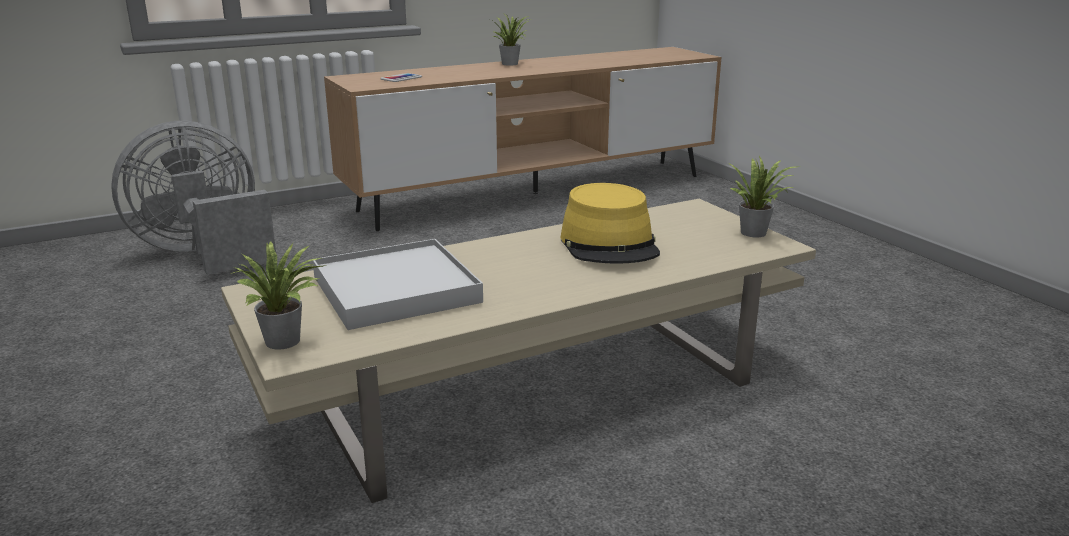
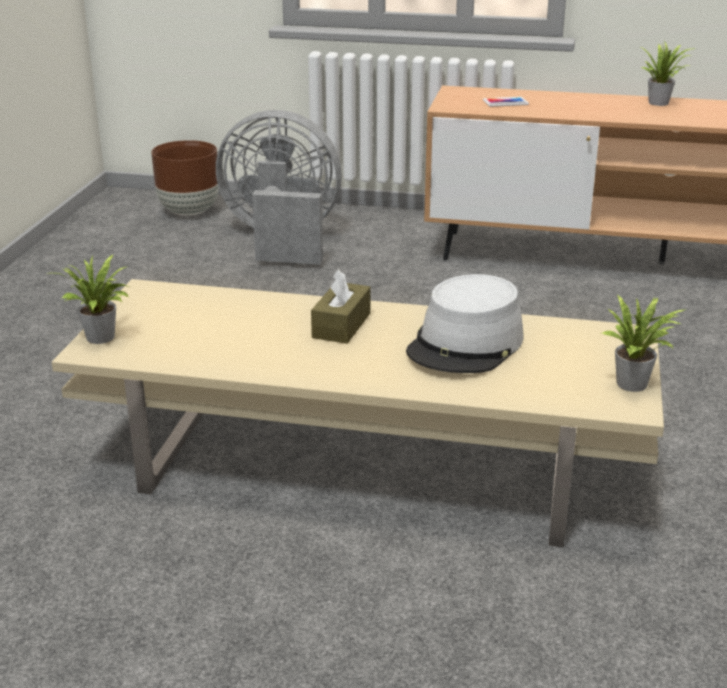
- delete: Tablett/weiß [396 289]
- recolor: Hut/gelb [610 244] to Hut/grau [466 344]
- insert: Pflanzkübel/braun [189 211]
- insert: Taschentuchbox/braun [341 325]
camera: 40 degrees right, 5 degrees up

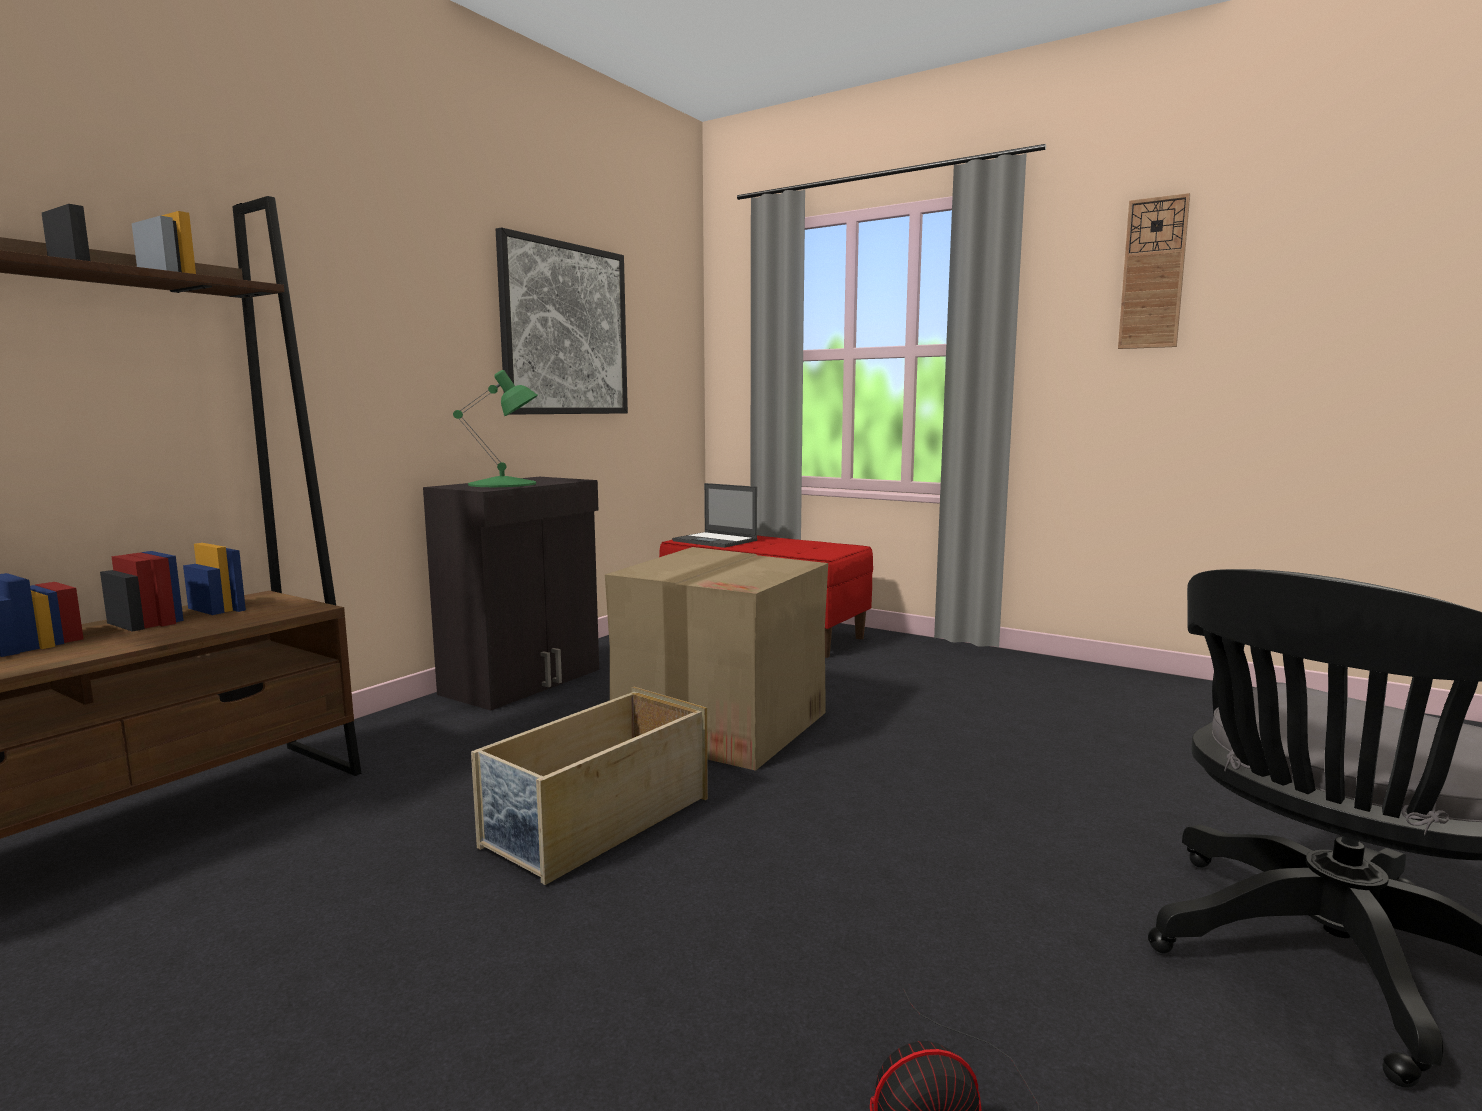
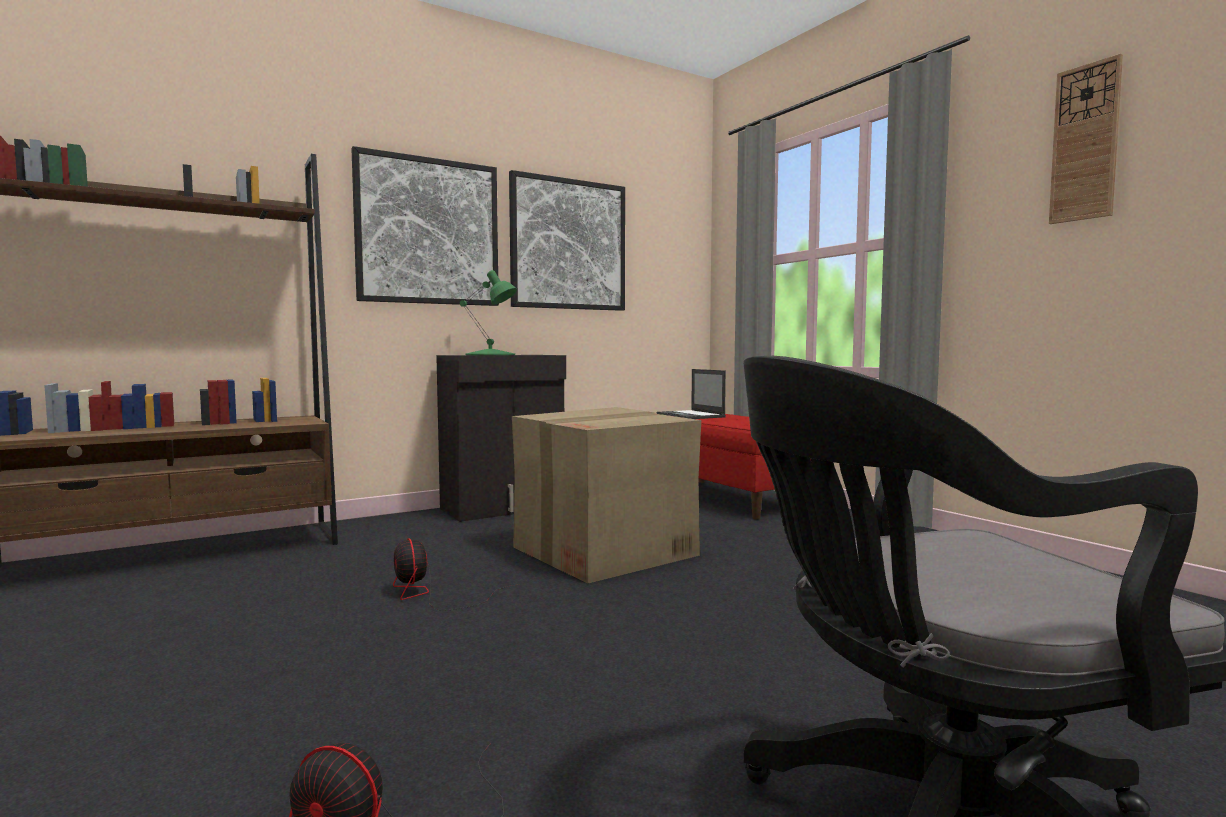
- replace: Aufbewahrungsbox/beige [597 823] to Ventilator [432 595]
- insert: Bild [428 231]
camera: 25 degrees right, 5 degrees down

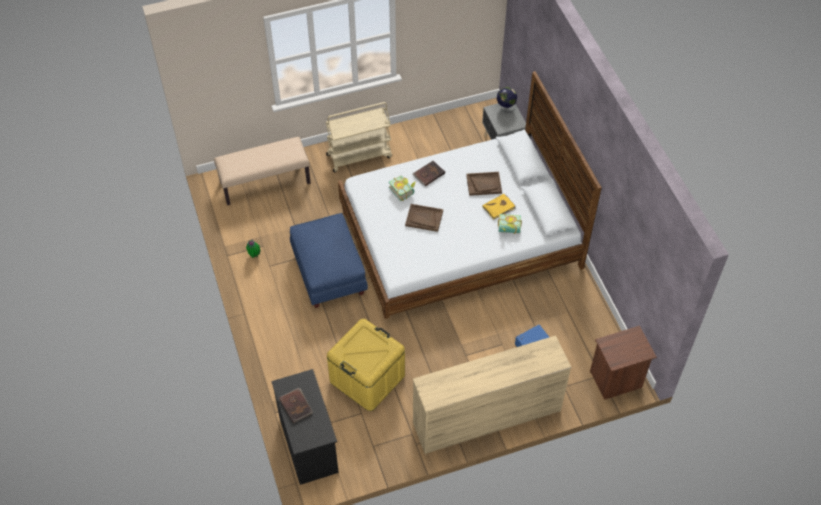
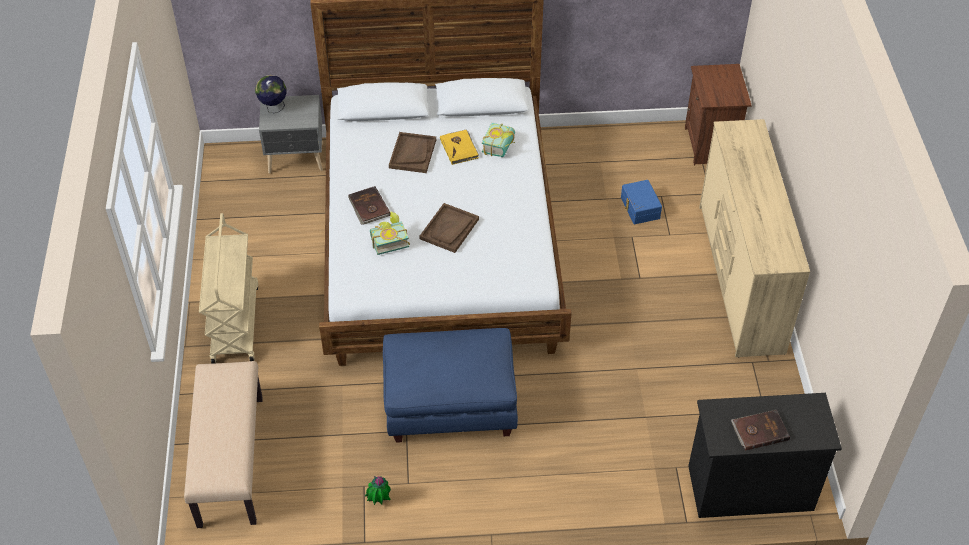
- delete: Aufbewahrungsbox/gelb [367 378]
camera: 75 degrees left, 5 degrees down

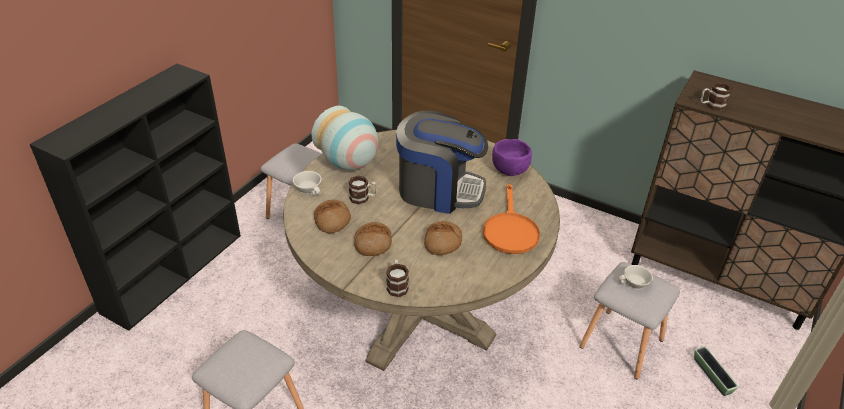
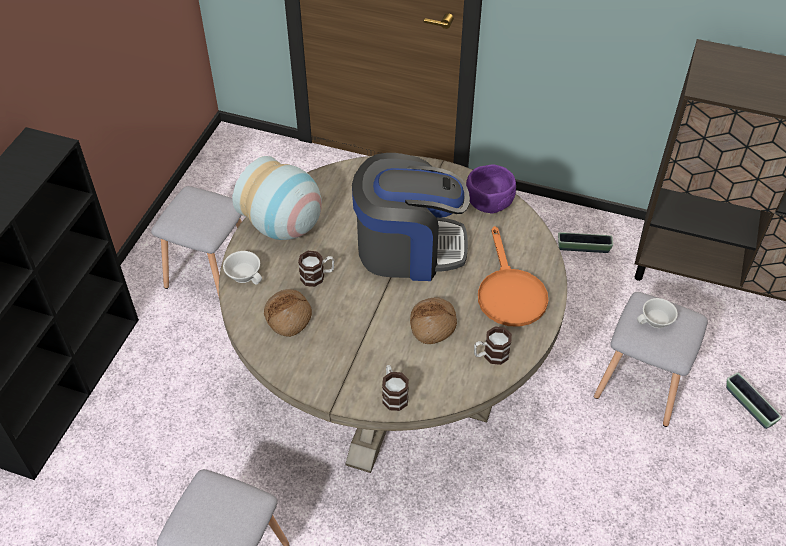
- delete: Brot [373 243]
- move: Henkelbecher [711 105] to [490 355]
- insert: Pflanzkübel [583 248]
camera: 10 degrees left, 10 degrees up

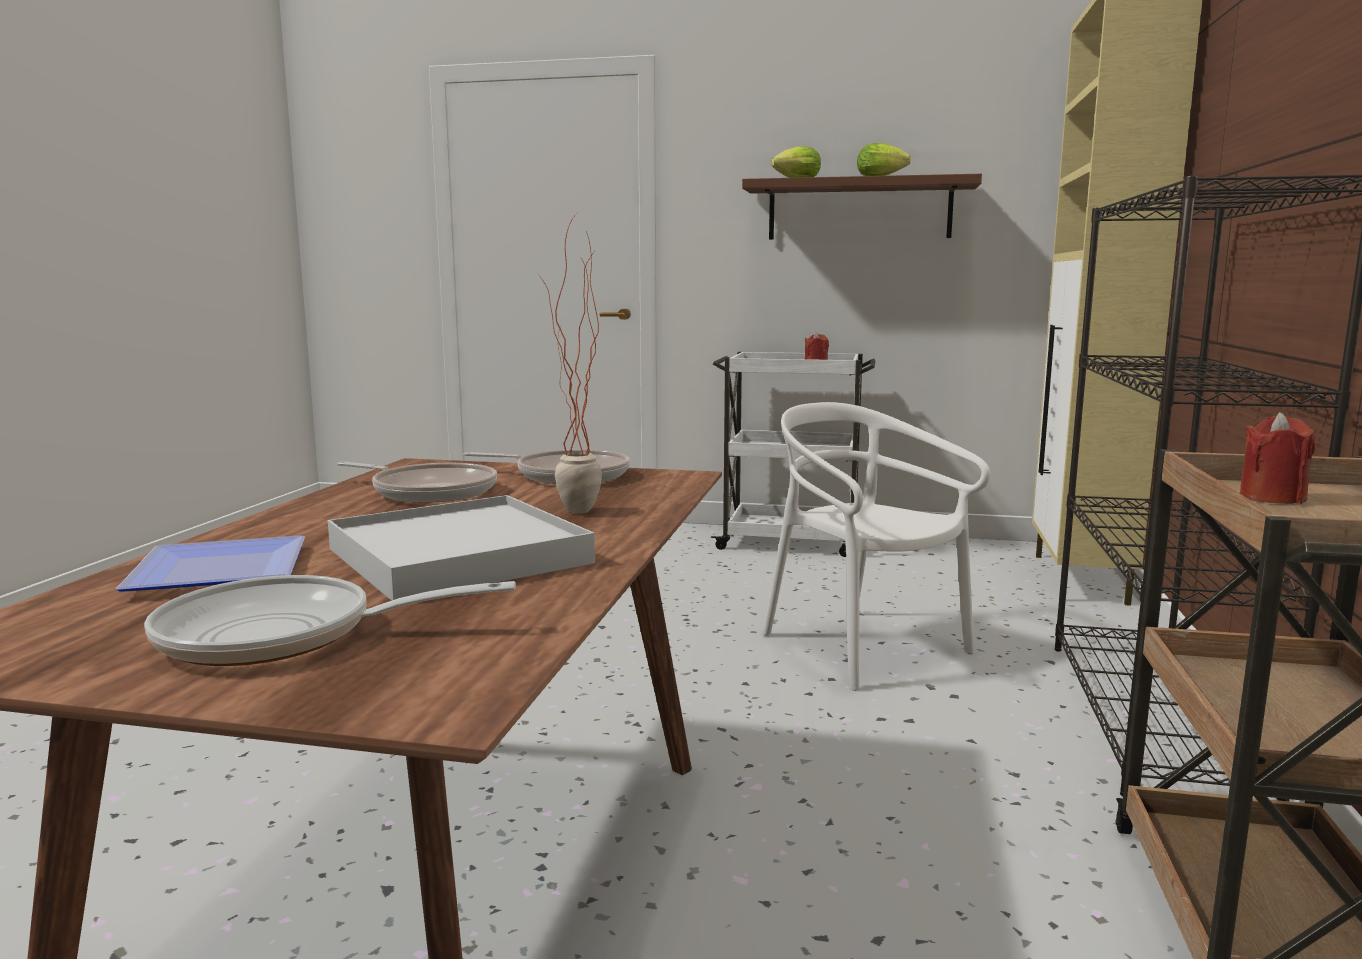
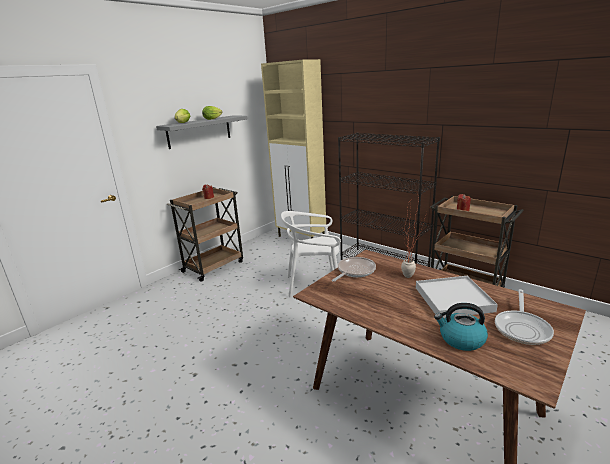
- replace: Teller [213 573] to Wasserkessel [461 339]
- delete: Pfanne [429 491]
- recolor: Rollwagen/weiß [791 542] to Rollwagen/braun [214 266]
- recolor: Wandregal/braun [859 210] to Wandregal/grau [199 131]
camera: 60 degrees left, 10 degrees up

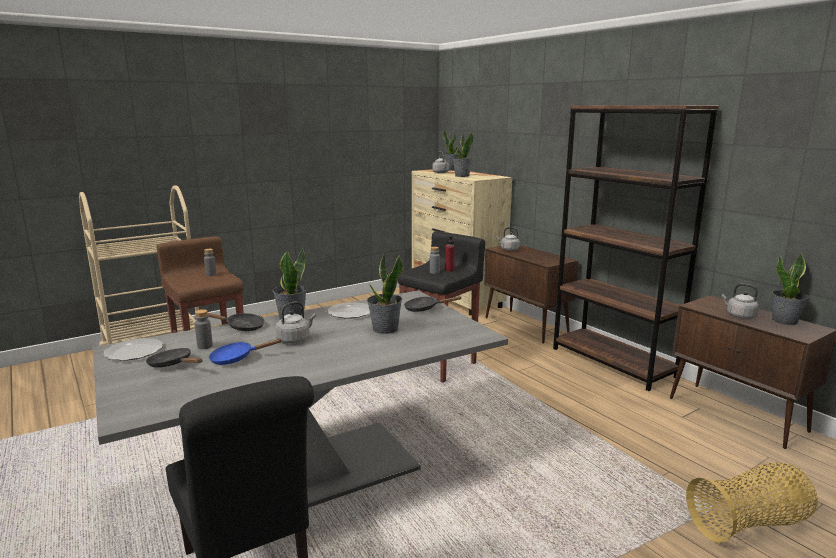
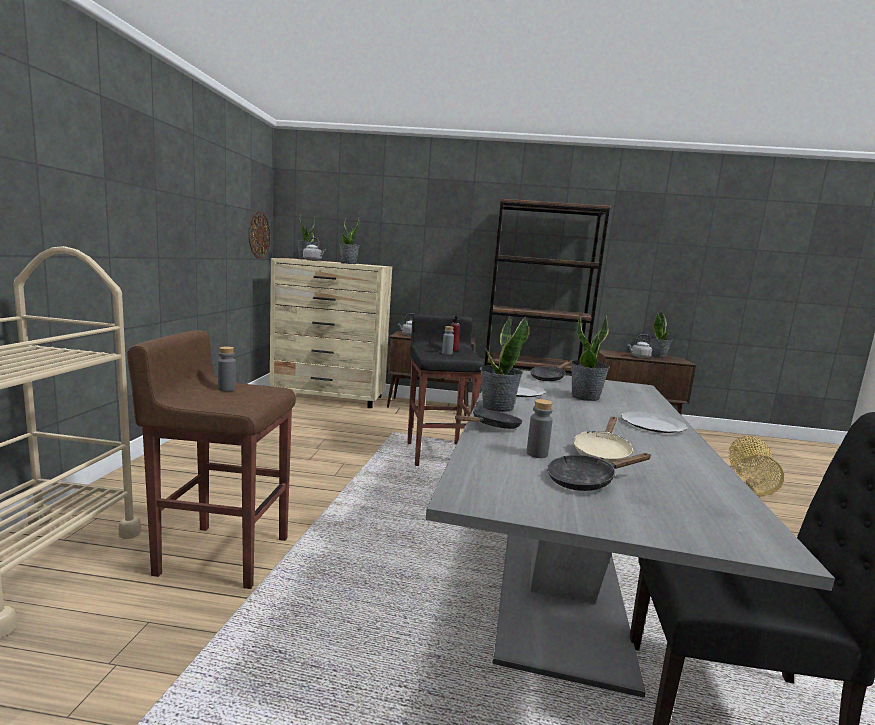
- move: Teller [134 352] to [653 425]
- recolor: Pfanne/blau [236 358] to Pfanne/beige [602 453]
- delete: Wasserkessel/grau [295 339]
- insert: Wanduhr [259 235]
camera: 50 degrees left, 5 degrees down

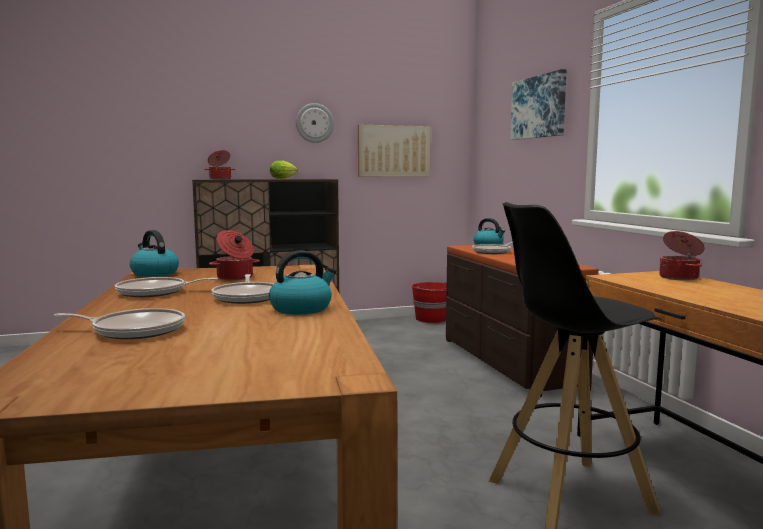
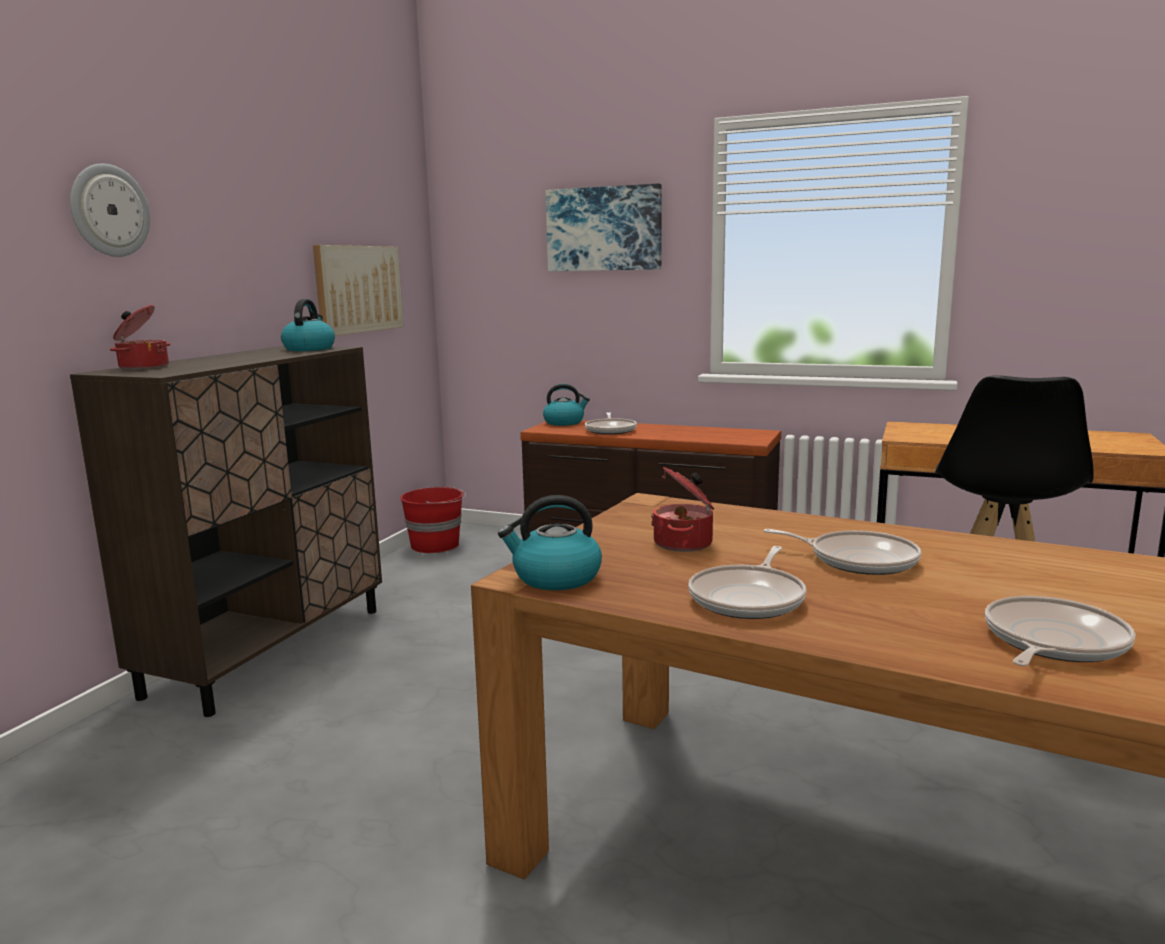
- move: Wasserkessel [302 308] to [309 349]
- delete: Salatkopf [284 178]
- move: Wanduhr [314 123] to [109 211]
- delete: Kochtopf [679 277]
camera: 50 degrees left, 5 degrees up

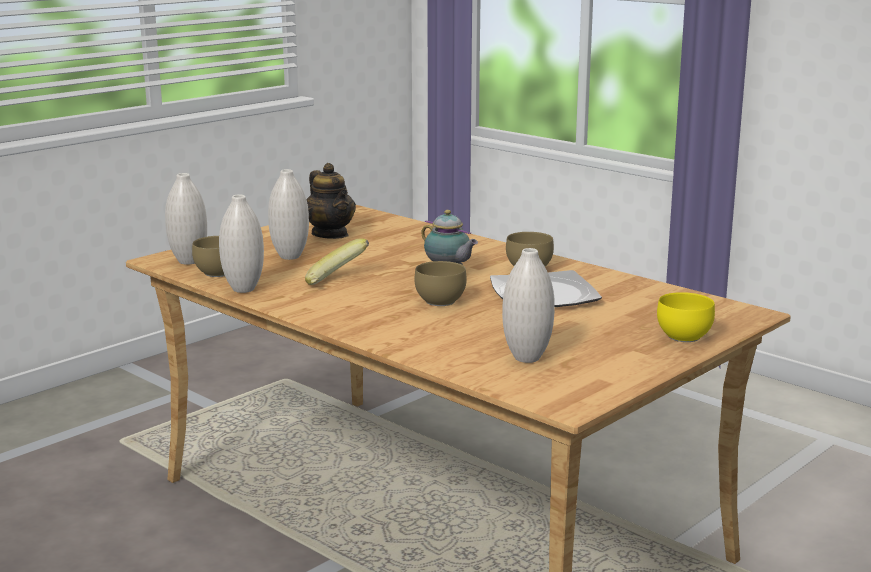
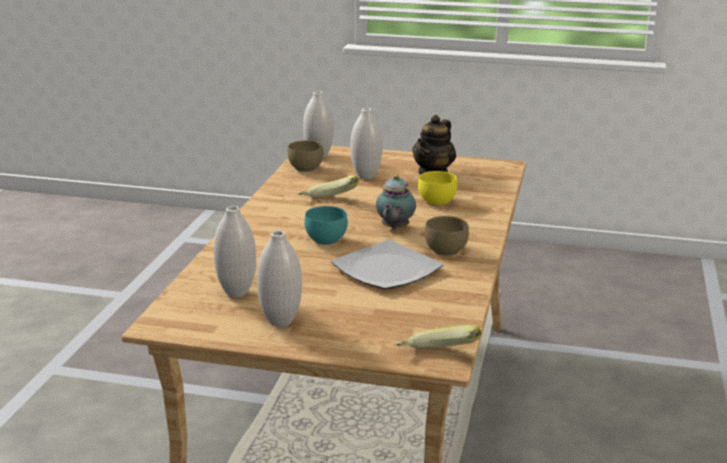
- move: Vase/weiß [243 289] to [280 322]
- recolor: Schüssel/braun [442 301] to Schüssel/türkis [327 241]
- move: Schüssel/gelb [683 336] to [438 202]
- insert: Banane [436 358]
camera: 60 degrees right, 5 degrees up

